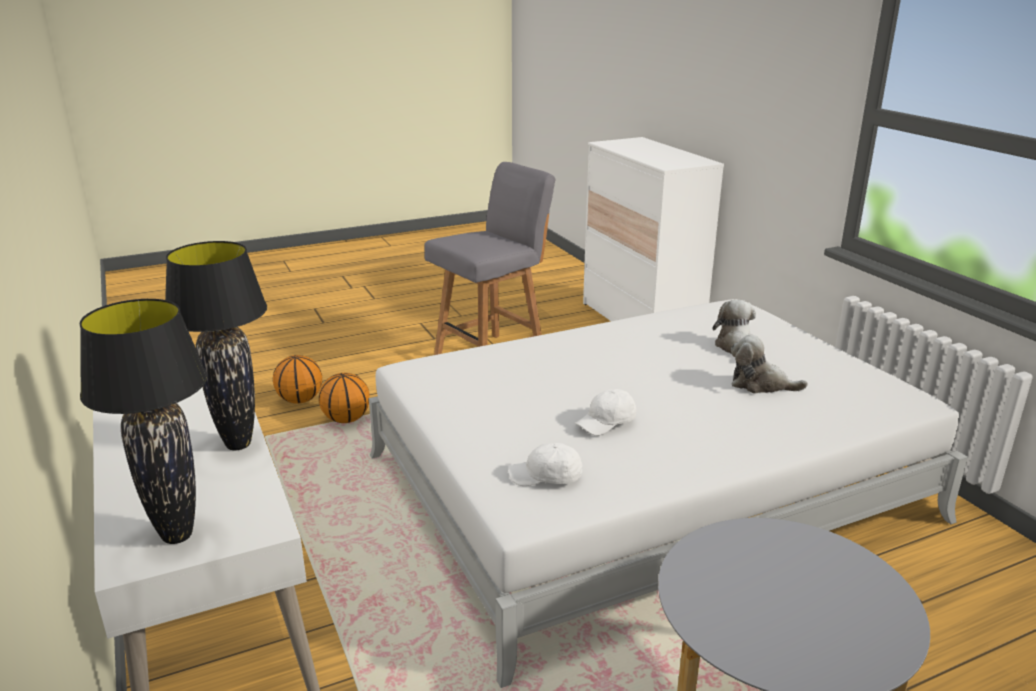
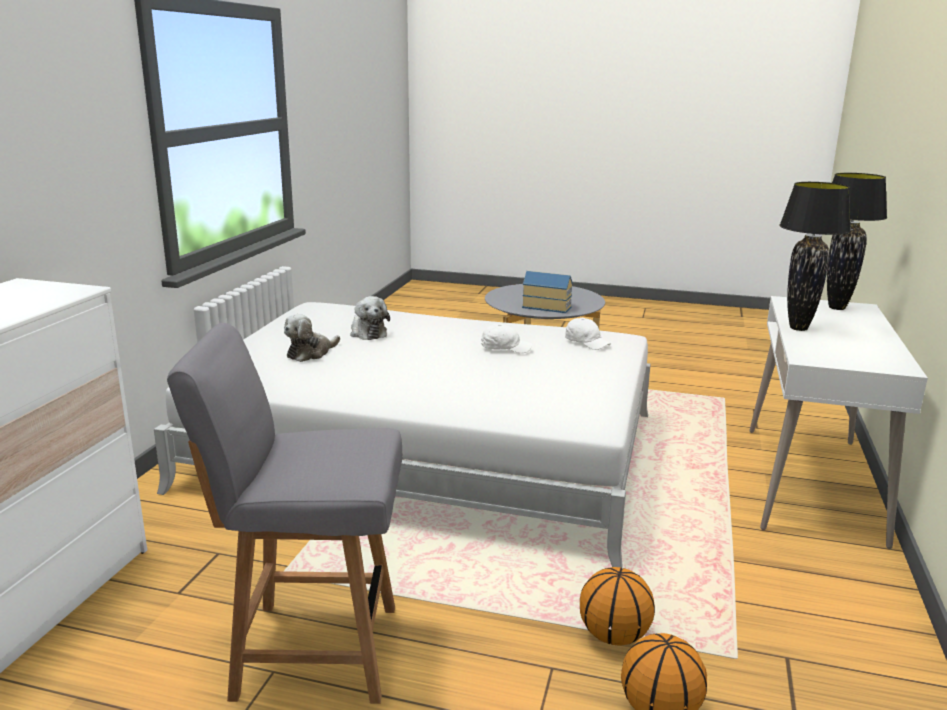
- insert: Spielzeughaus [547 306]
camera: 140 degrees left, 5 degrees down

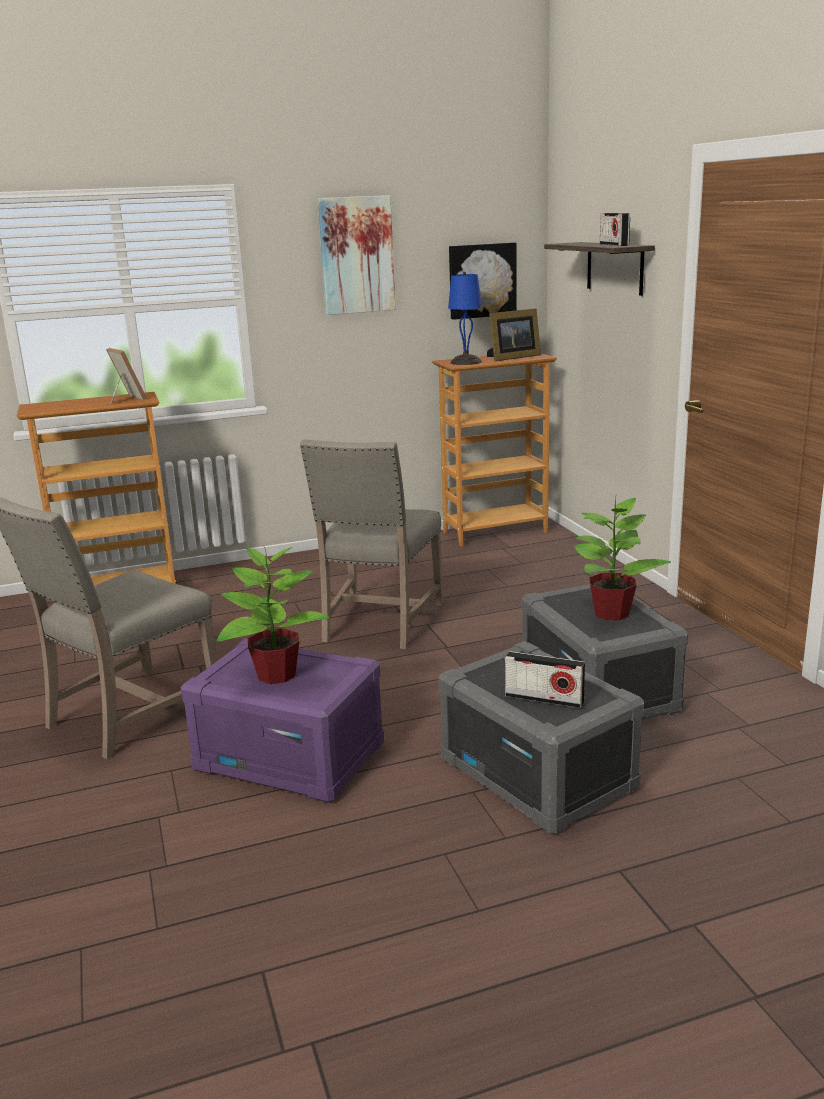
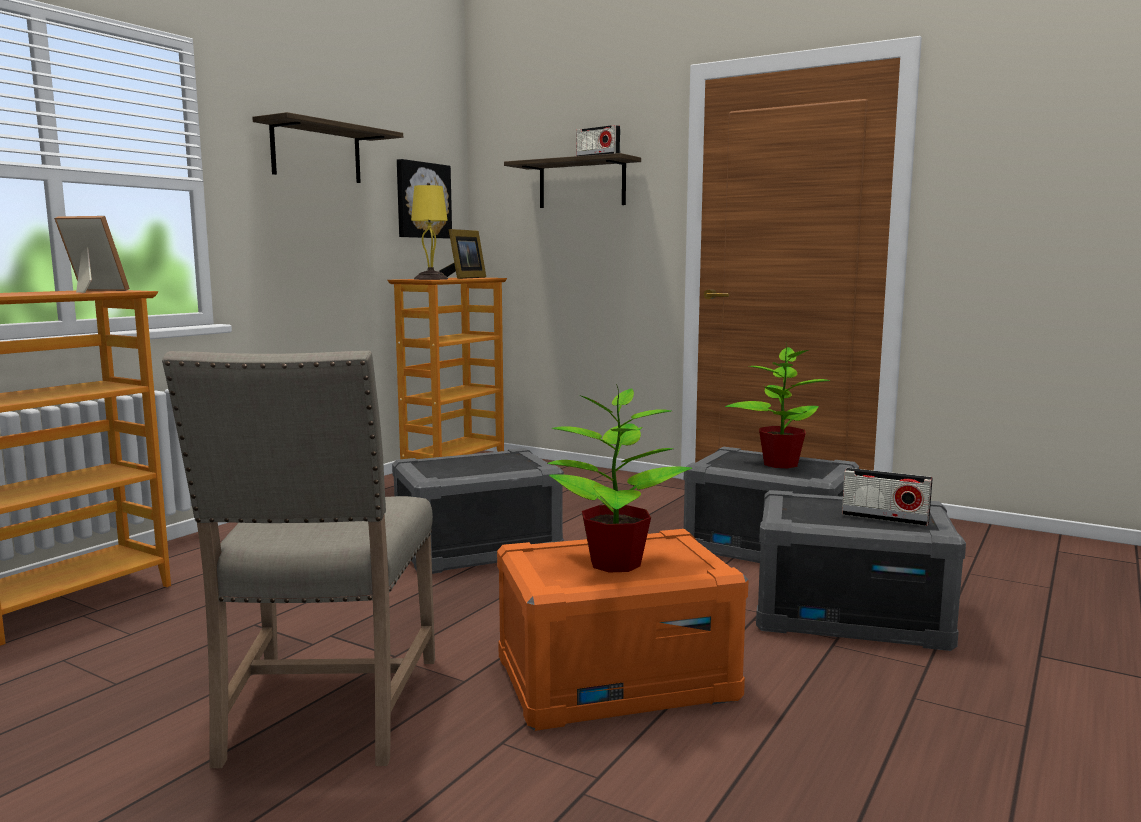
- recolor: Aufbewahrungsbox/lila [291 757] to Aufbewahrungsbox/orange [616 679]
- replace: Stuhl/beige [379 623] to Aufbewahrungsbox/grau [477 549]
- replace: Bild [356 255] to Wandregal [316 153]
- recolor: Tischlampe/blau [466 362] to Tischlampe/gelb [431 279]
- rotate: Radio [544 699] = [884 518] 45 degrees clockwise
camera: 40 degrees left, 10 degrees down

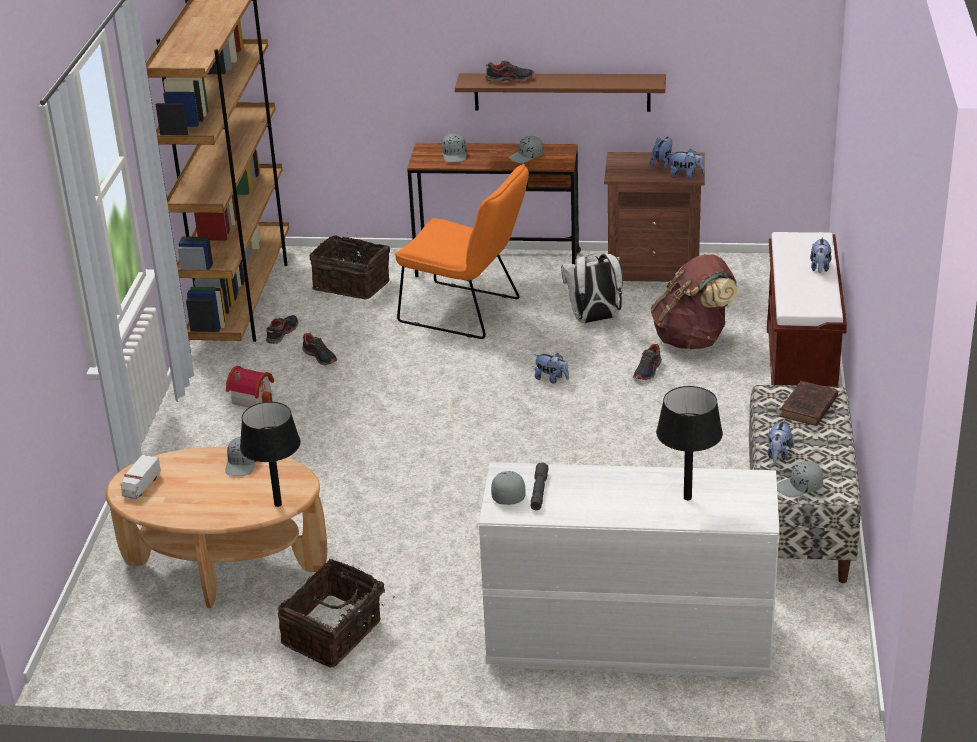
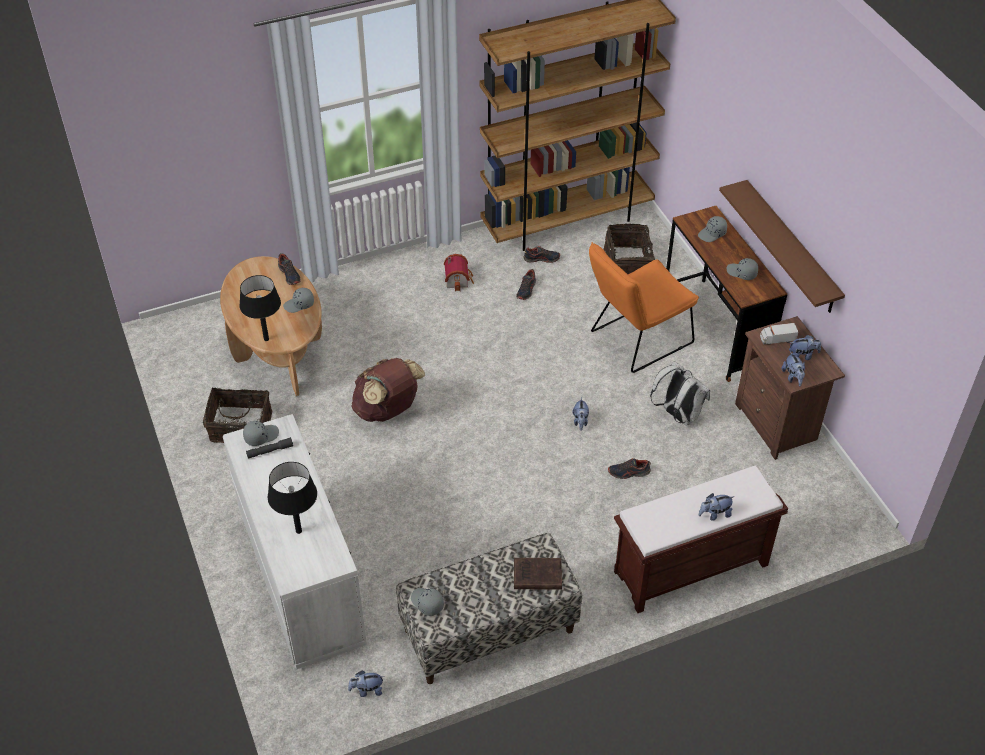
- move: Spielzeuglaster [141 486] to [777 339]
- rotate: Stuhl/orange [467 312] = [635 340] 60 degrees clockwise
- move: Schuh [509 79] to [289 274]
- move: Rucksack/braun [693 339] to [387 410]
- move: Plüschtier [778 454] to [367 690]
camera: 60 degrees right, 15 degrees up

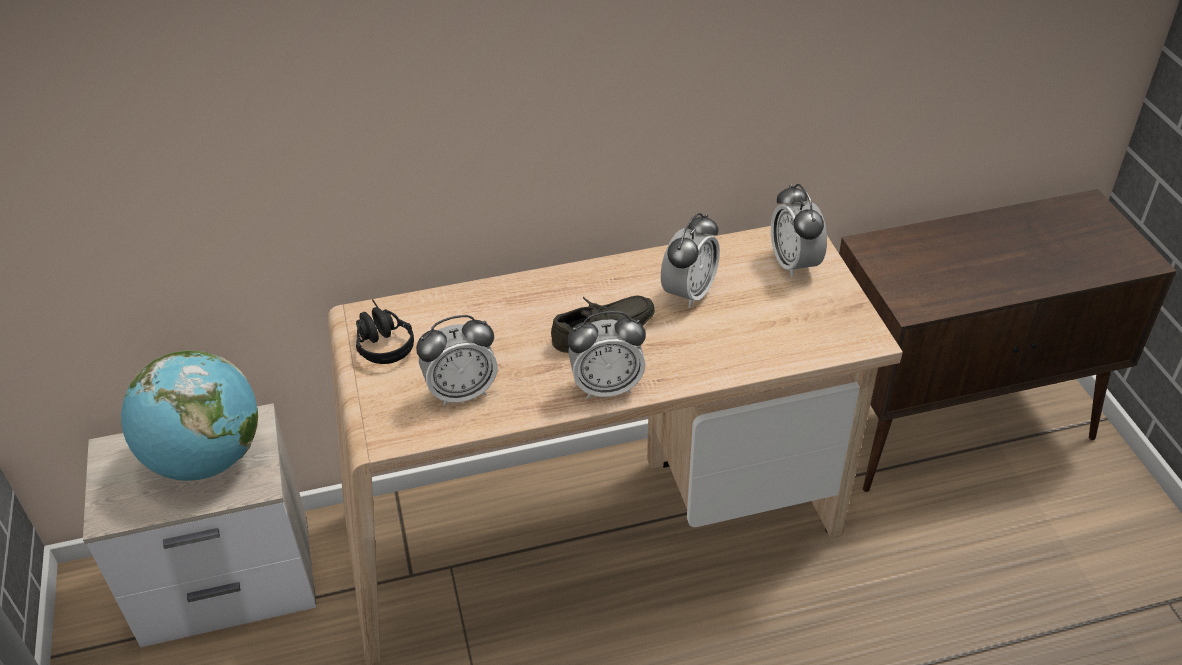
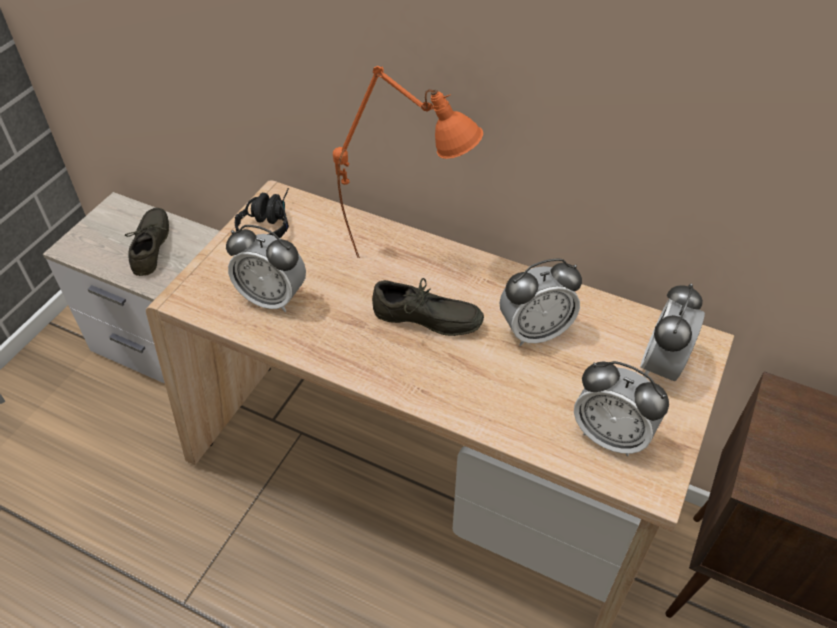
- replace: Globus [206 459] to Schuh/grau [154 247]
- move: Wecker [606 387] to [610 435]
- insert: Tischlampe/orange [407 253]
camera: 40 degrees right, 5 degrees up

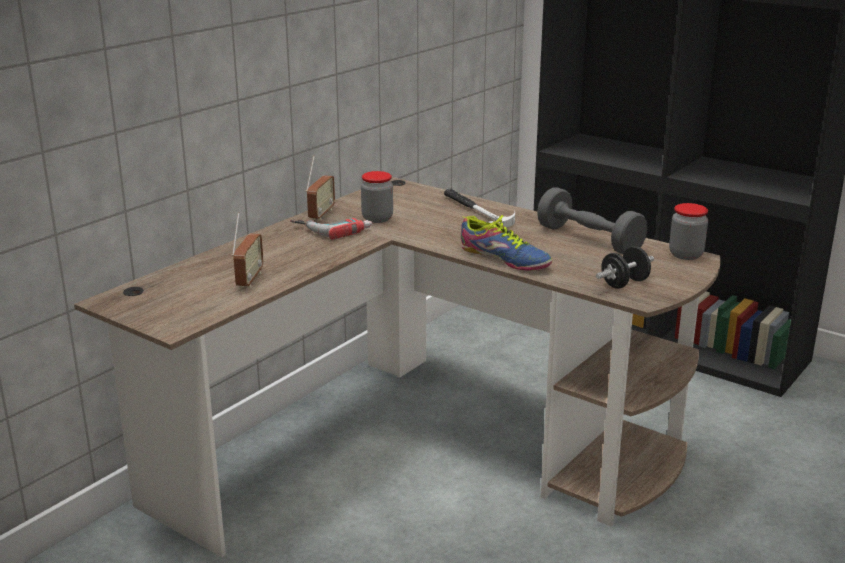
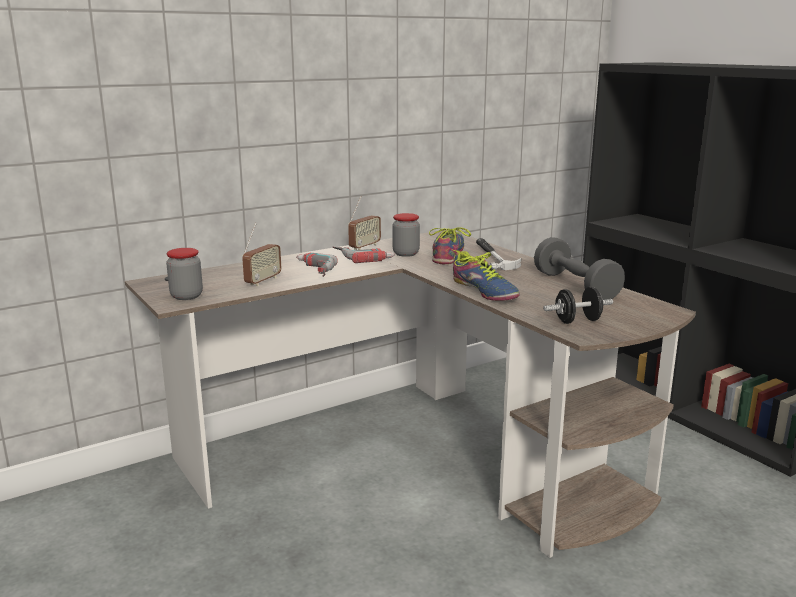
- move: Vorratsglas [686 255] to [186 296]
- insert: Bohrmaschine [310 270]
- insert: Schuh [447 254]
camera: 20 degrees right, 5 degrees down

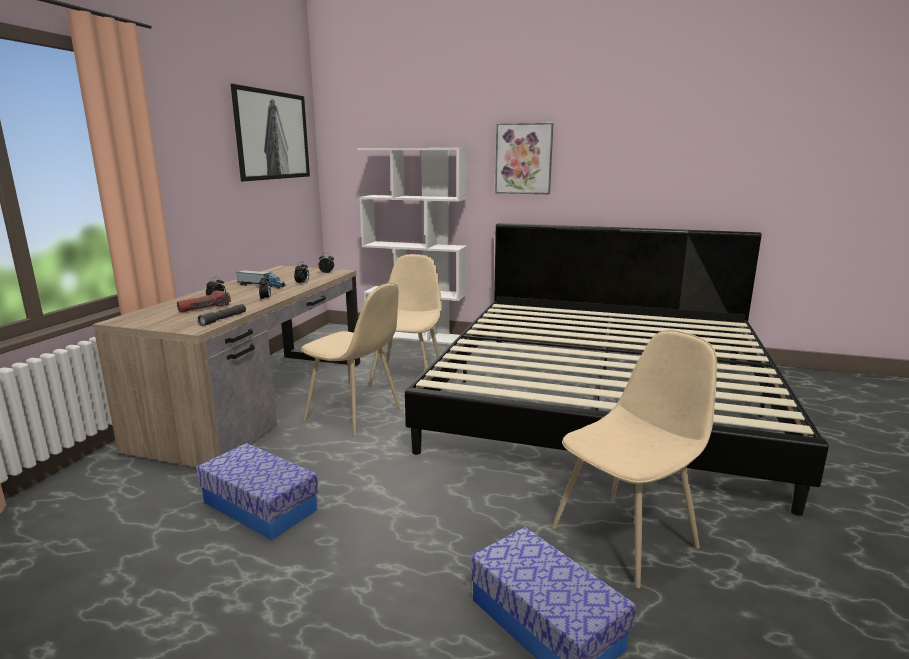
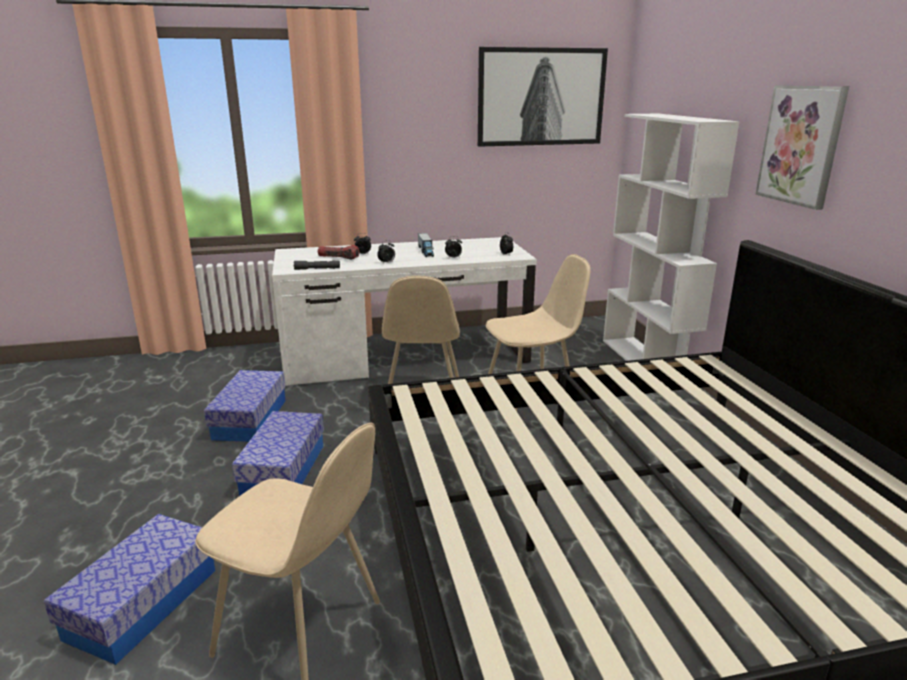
- recolor: Schreibtisch/braun [260 401] to Schreibtisch/weiß [405 356]
- insert: Aufbewahrungsbox [284 470]
camera: 60 degrees right, 5 degrees up

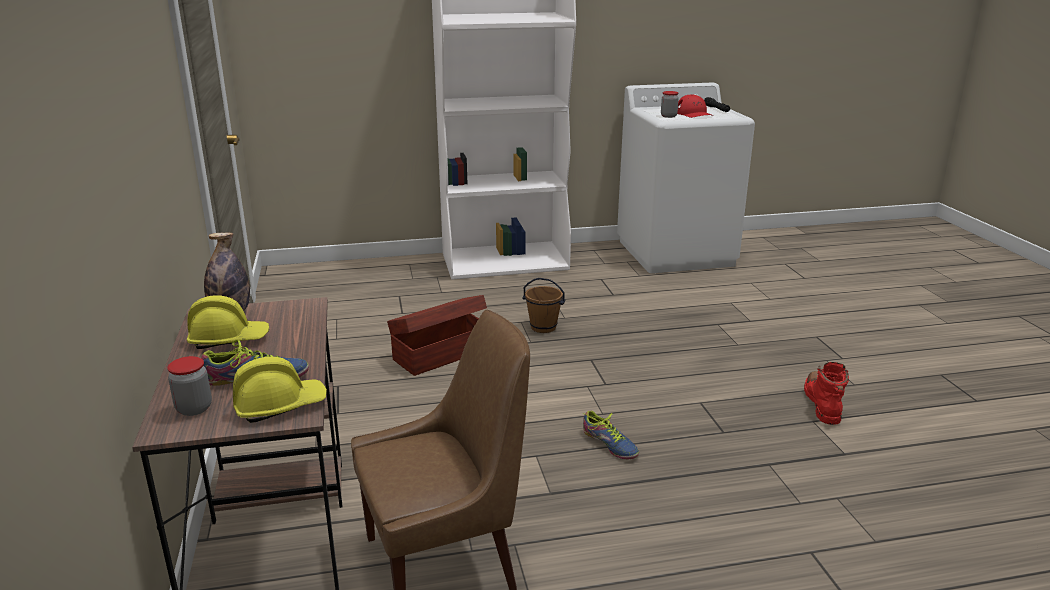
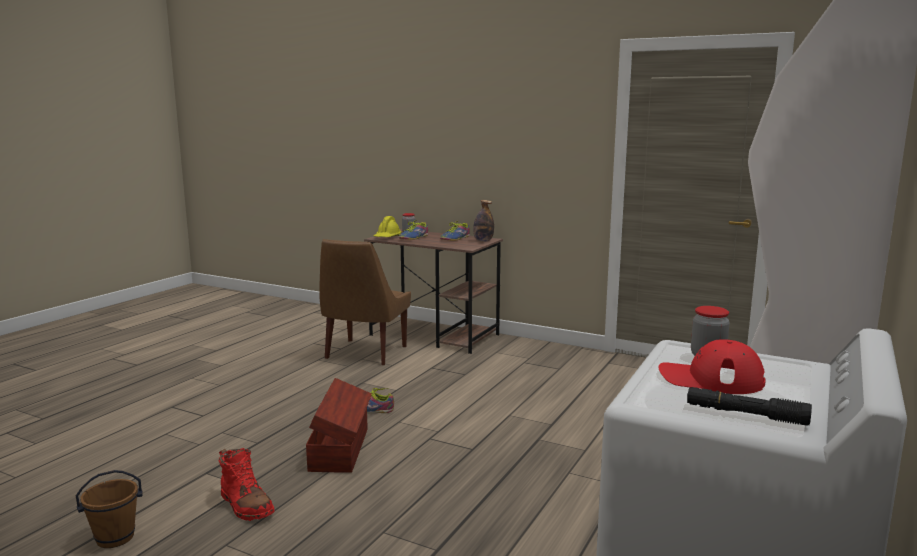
- replace: Schutzhelm/gelb [229 339] to Schuh [455 238]
- move: Aufbewahrungsbox/braun [440 354] to [341 449]
- move: Eimer/braun [543 327] to [115 538]
camera: 130 degrees right, 10 degrees down

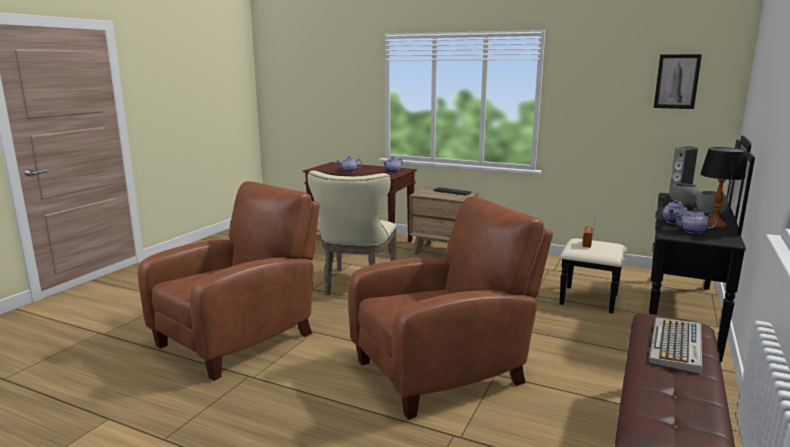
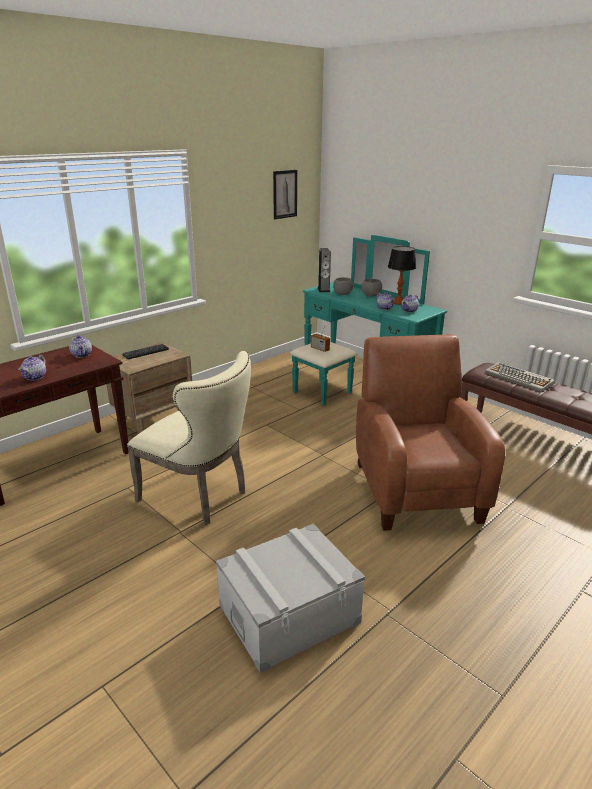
- replace: Sessel/braun [241 338] to Aufbewahrungsbox/grau [289 613]
- recolor: Kommode/schwarz [658 311] to Kommode/türkis [357 377]
camera: 70 degrees left, 10 degrees up

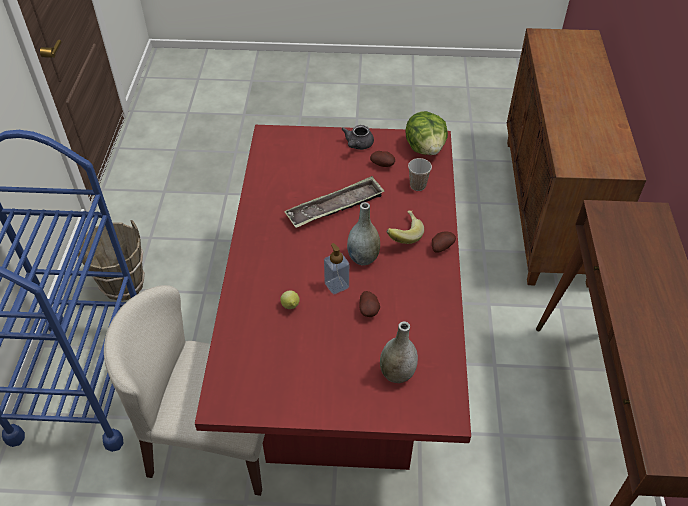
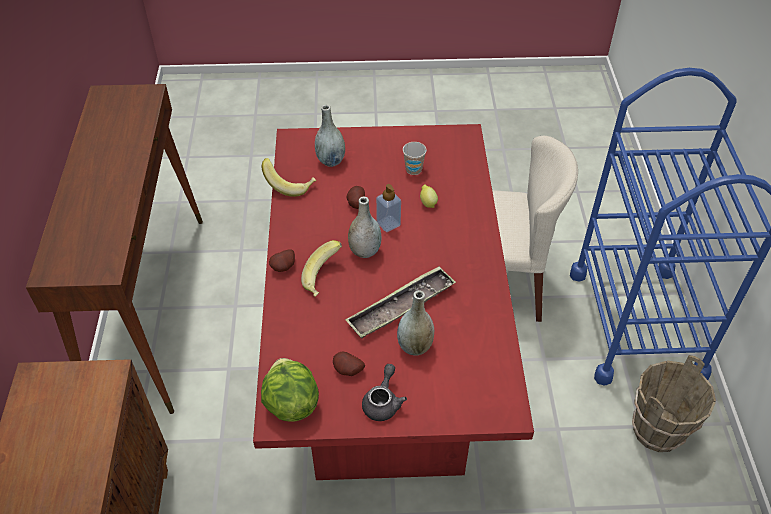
- move: Tasse [417 185] to [413 170]
- insert: Banane [290 185]
- insert: Vase/grau [415 346]
camera: 175 degrees right, 0 degrees up

